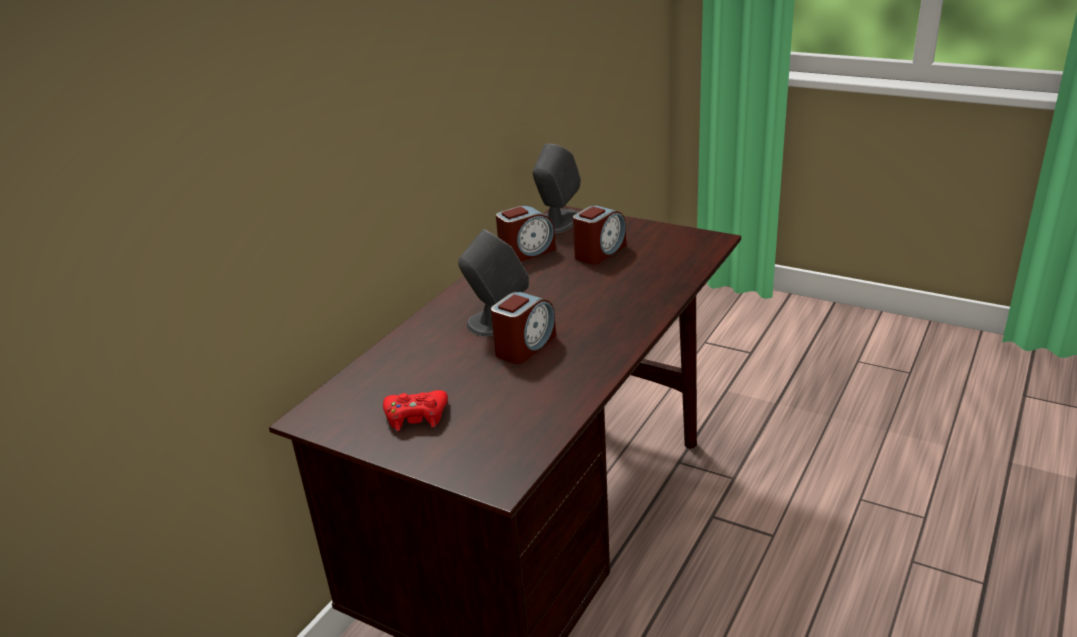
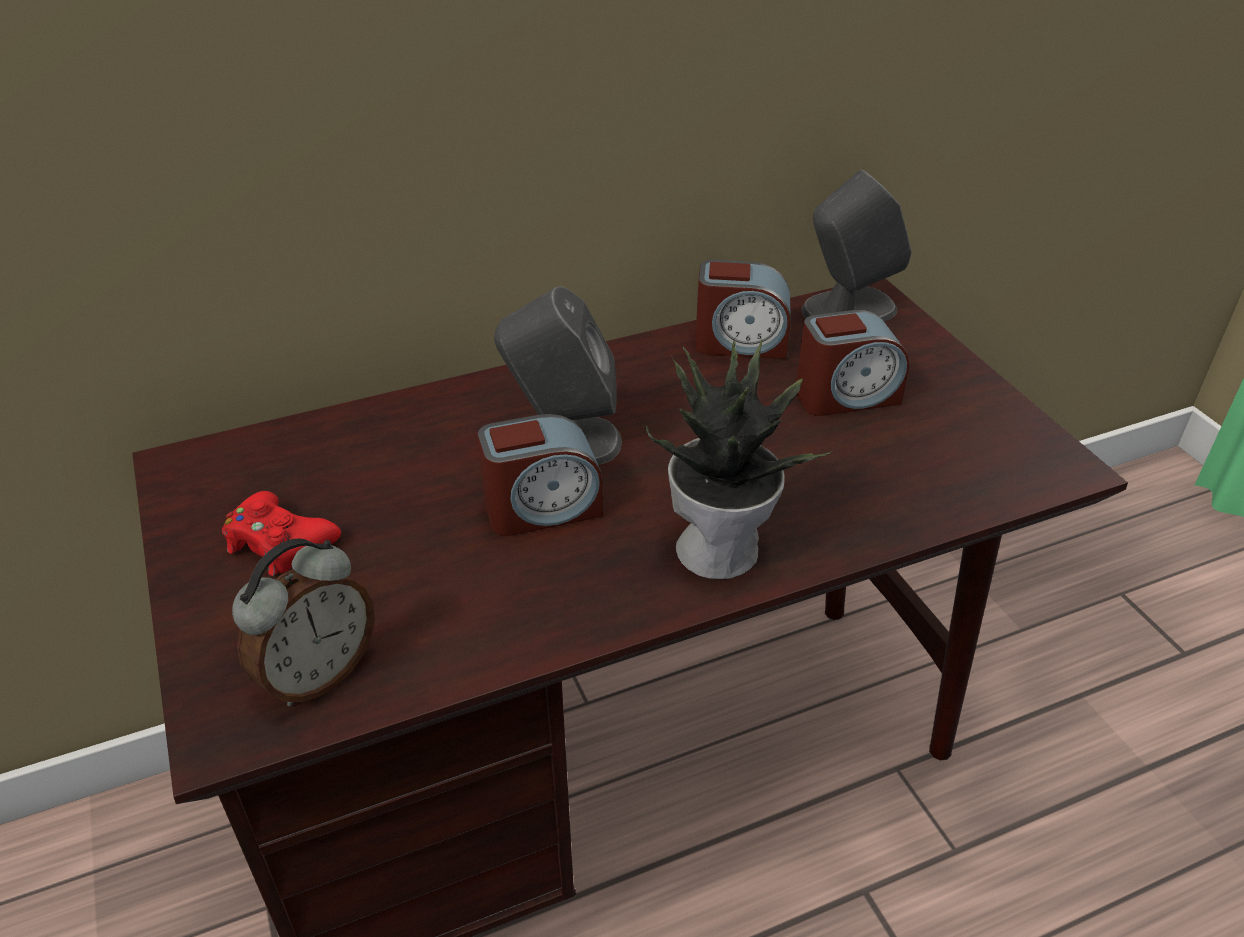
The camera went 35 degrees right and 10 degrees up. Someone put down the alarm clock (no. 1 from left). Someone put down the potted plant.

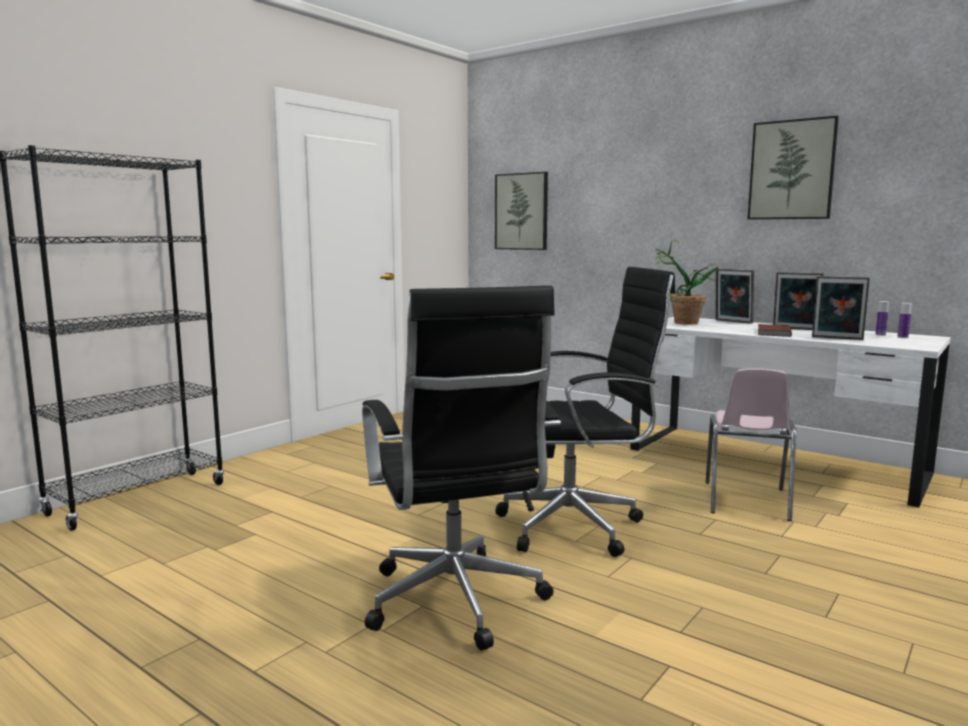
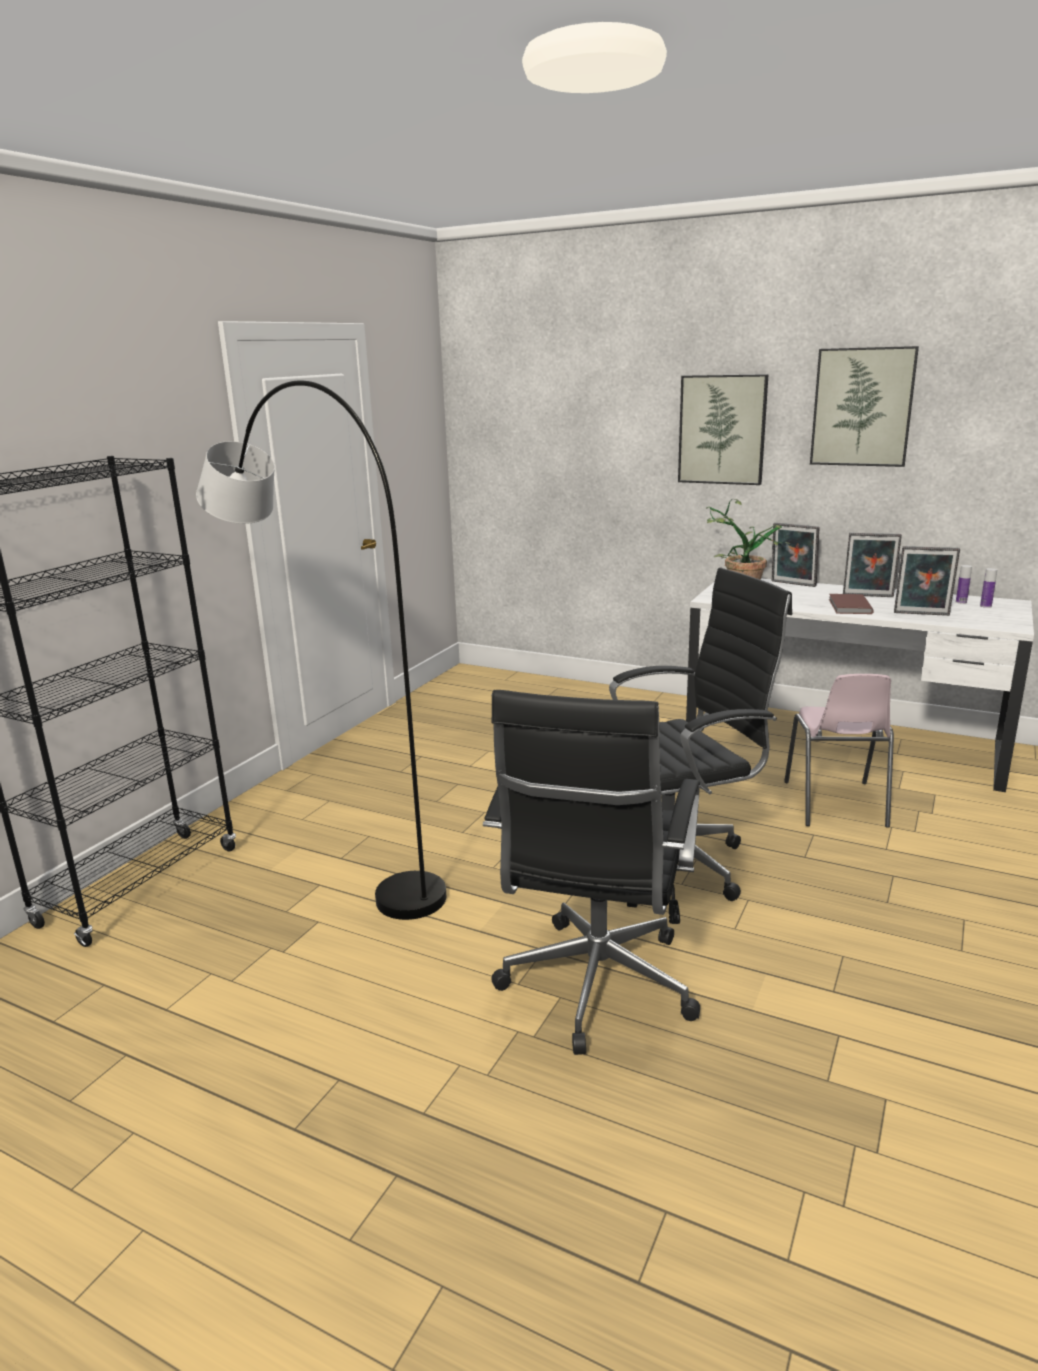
The camera went 10 degrees left and 10 degrees up. Someone put down the floor lamp in grey. Someone rotated the office chair in black (no. 1 from left) by 45 degrees clockwise. Someone carried the picture (no. 1 from left).

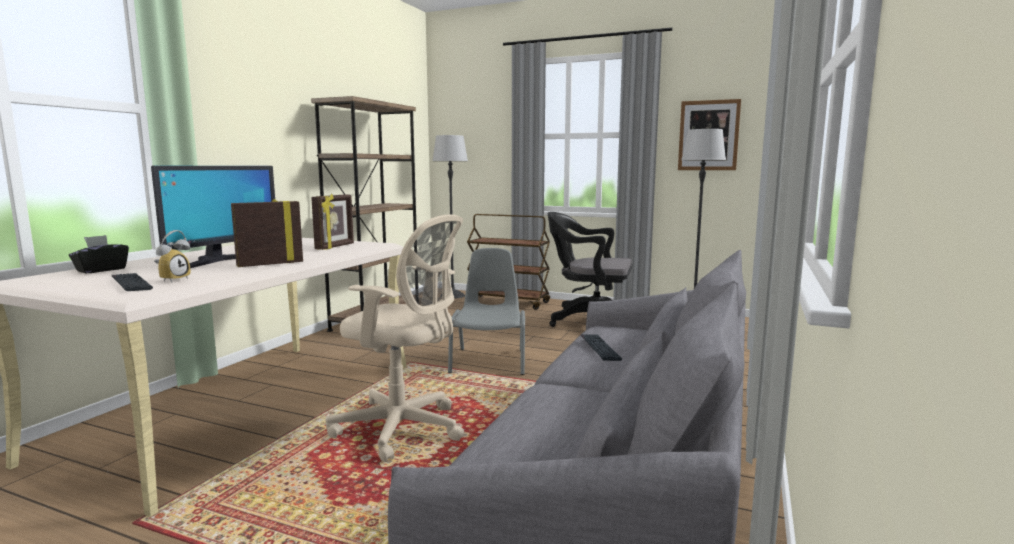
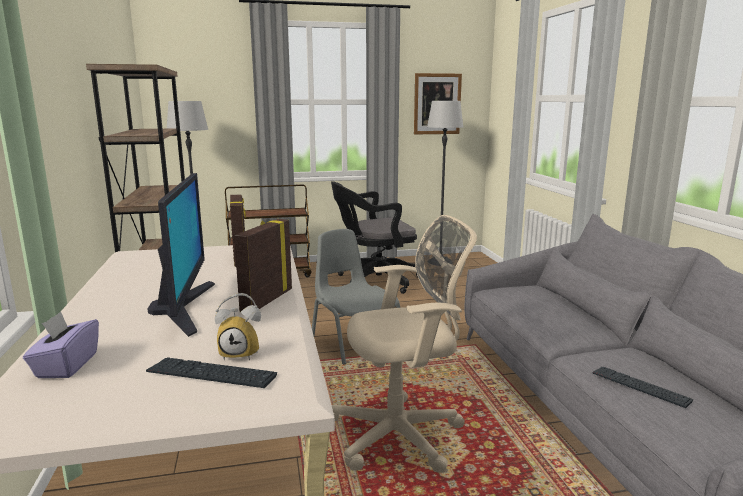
The camera went 35 degrees left and 5 degrees up. Someone repainted the tissue box in black, which became the tissue box in purple. Someone rotated the alarm clock by 105 degrees clockwise. Someone carried the keyboard (no. 2 from left).

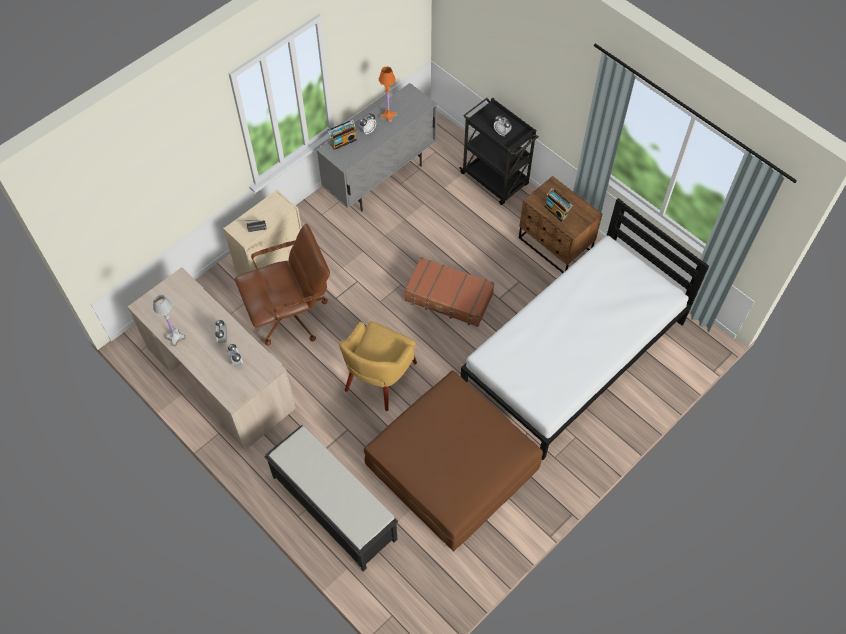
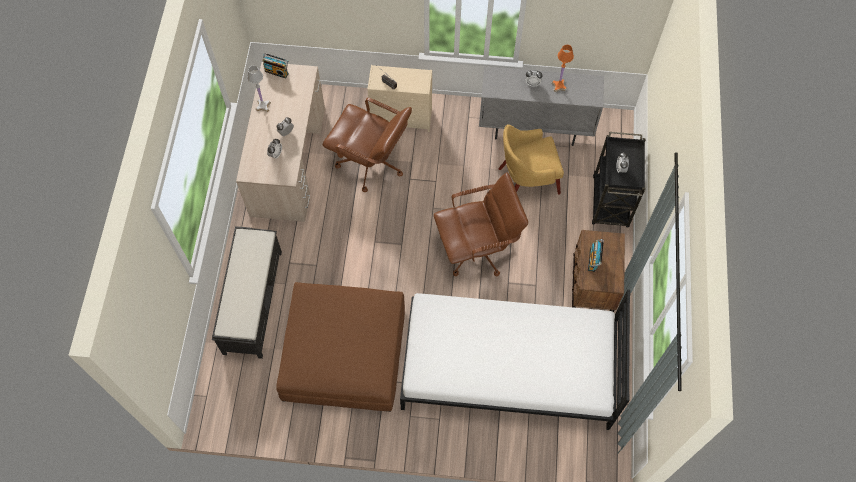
The camera went 50 degrees right and 5 degrees up. Someone carried the radio (no. 2 from left in the first image). Someone swapped the suitcase in brown for the office chair in brown (no. 2 from left). Someone carried the armchair in yellow.

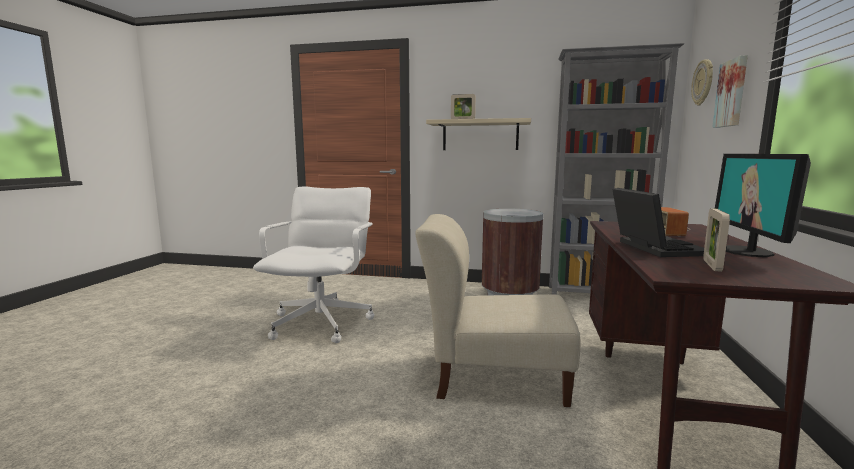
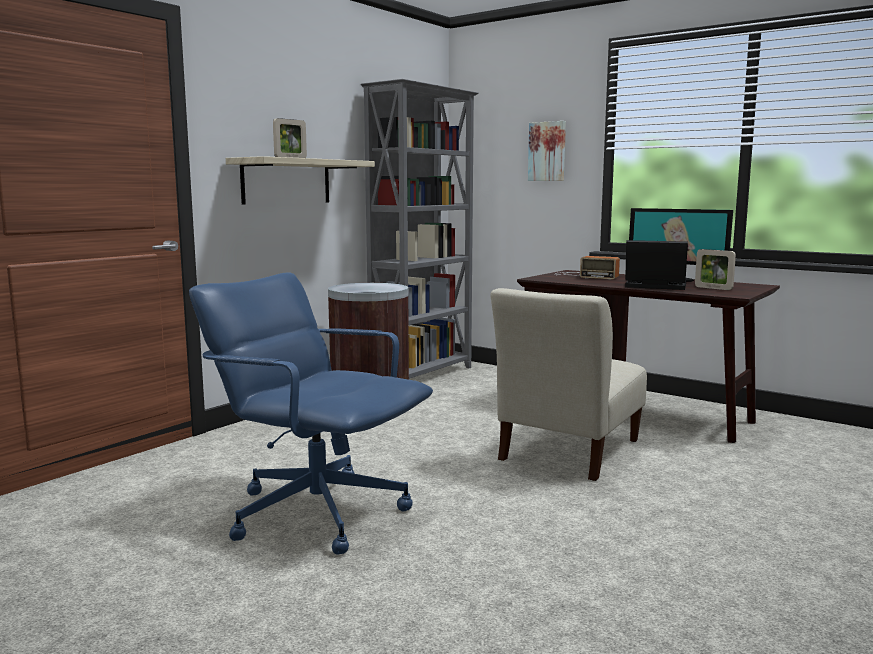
The camera went 65 degrees left and 0 degrees up. Someone repainted the office chair in white, which became the office chair in blue. Someone took away the wall clock.

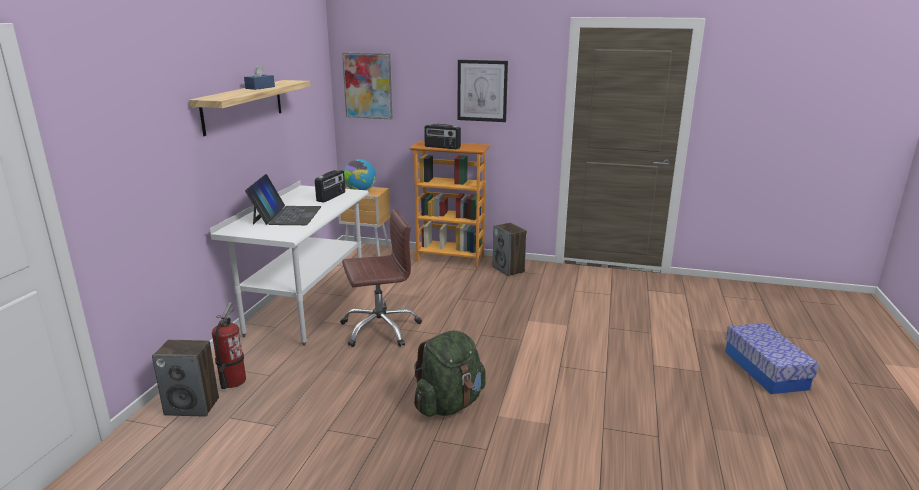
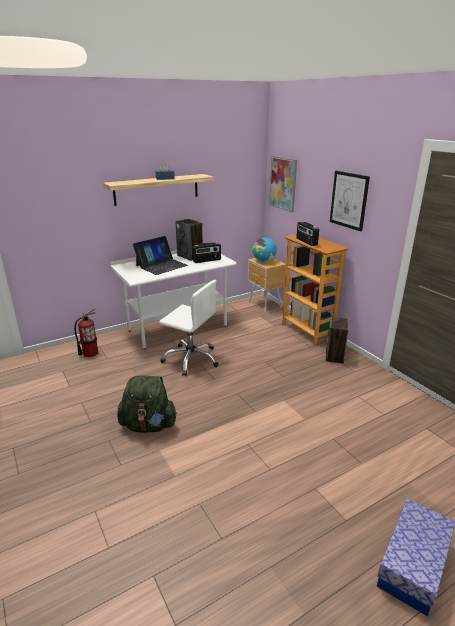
The camera went 45 degrees right and 5 degrees up. Someone repainted the office chair in brown, which became the office chair in white. Someone carried the speaker (no. 1 from left).

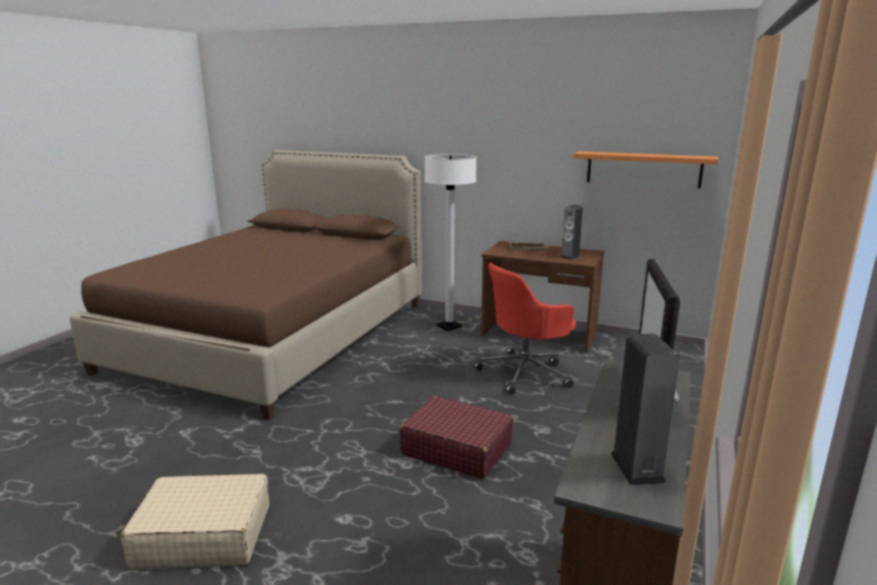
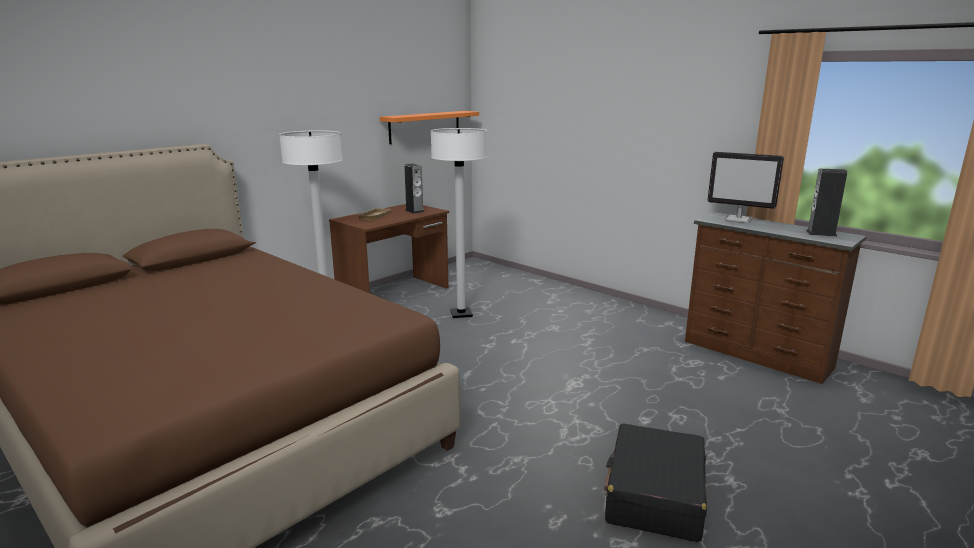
The camera went 70 degrees left and 0 degrees up. Someone swapped the office chair in red for the floor lamp in white (no. 2 from left). Someone repainted the suitcase in beige, which became the suitcase in black. Someone took away the suitcase in red.

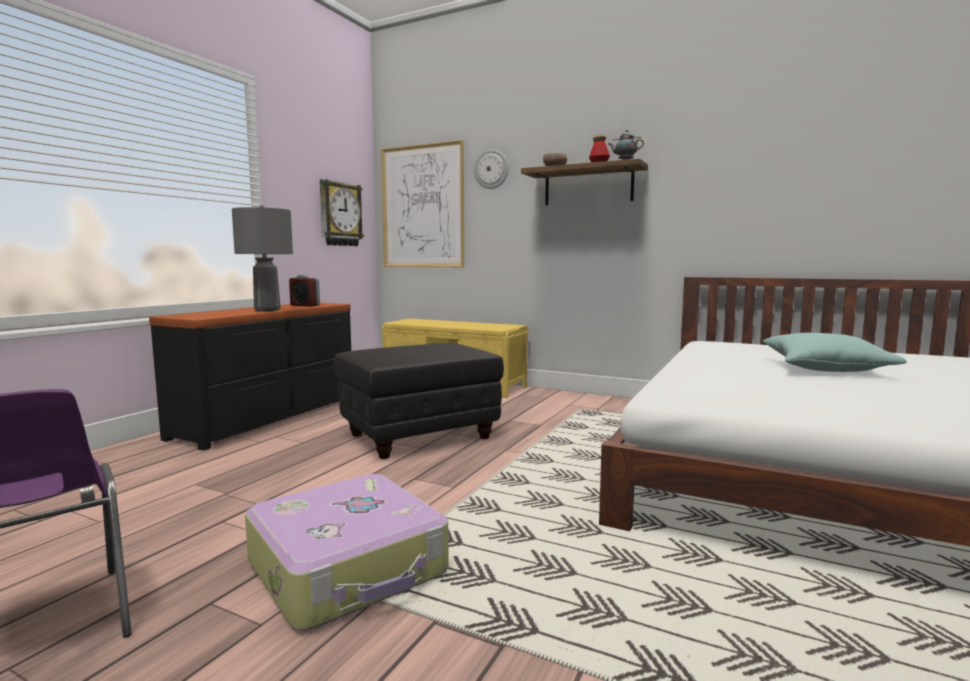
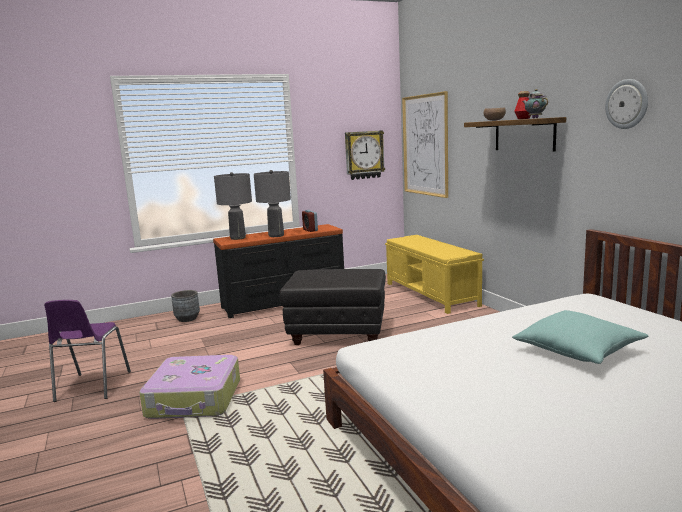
The camera went 40 degrees right and 5 degrees up. Someone put down the planter in grey. Someone put down the table lamp in grey (no. 1 from left). Someone carried the wall clock (no. 2 from left).

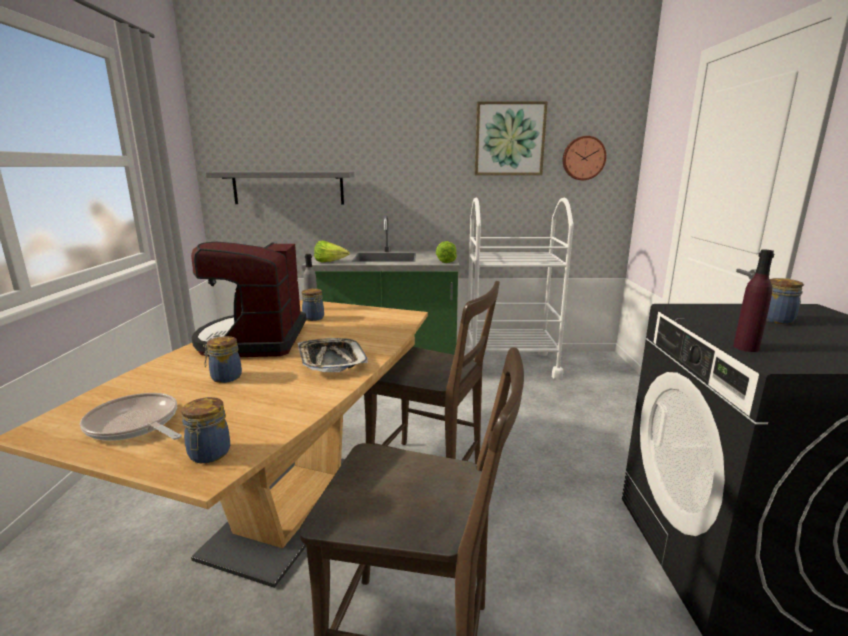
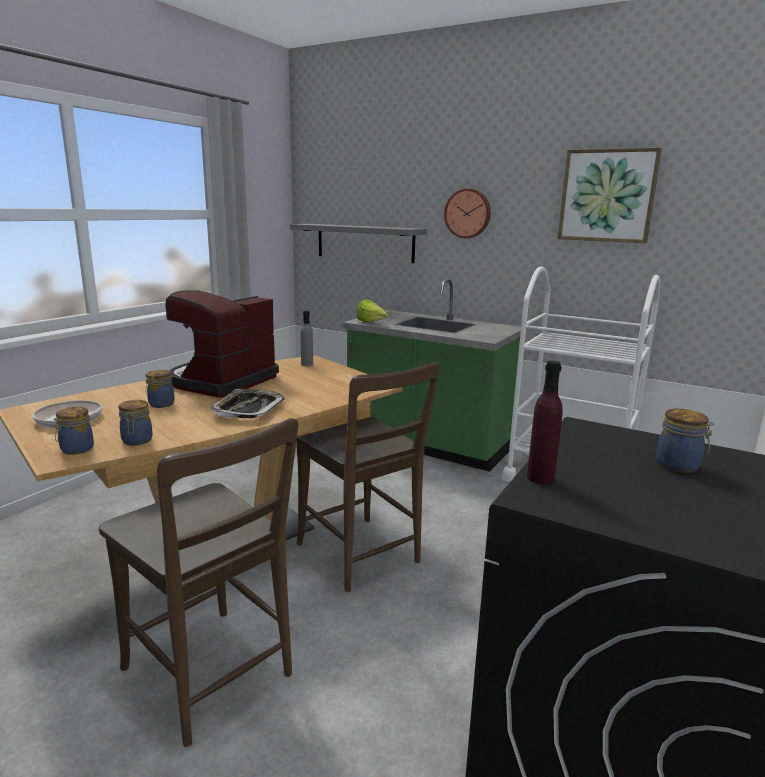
The camera went 30 degrees right and 0 degrees up. Someone carried the jar (no. 3 from left in the first image). Someone carried the wall clock. Someone took away the lettuce (no. 2 from left).

